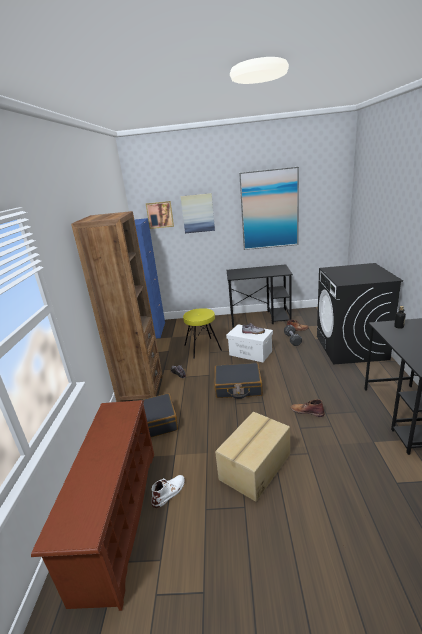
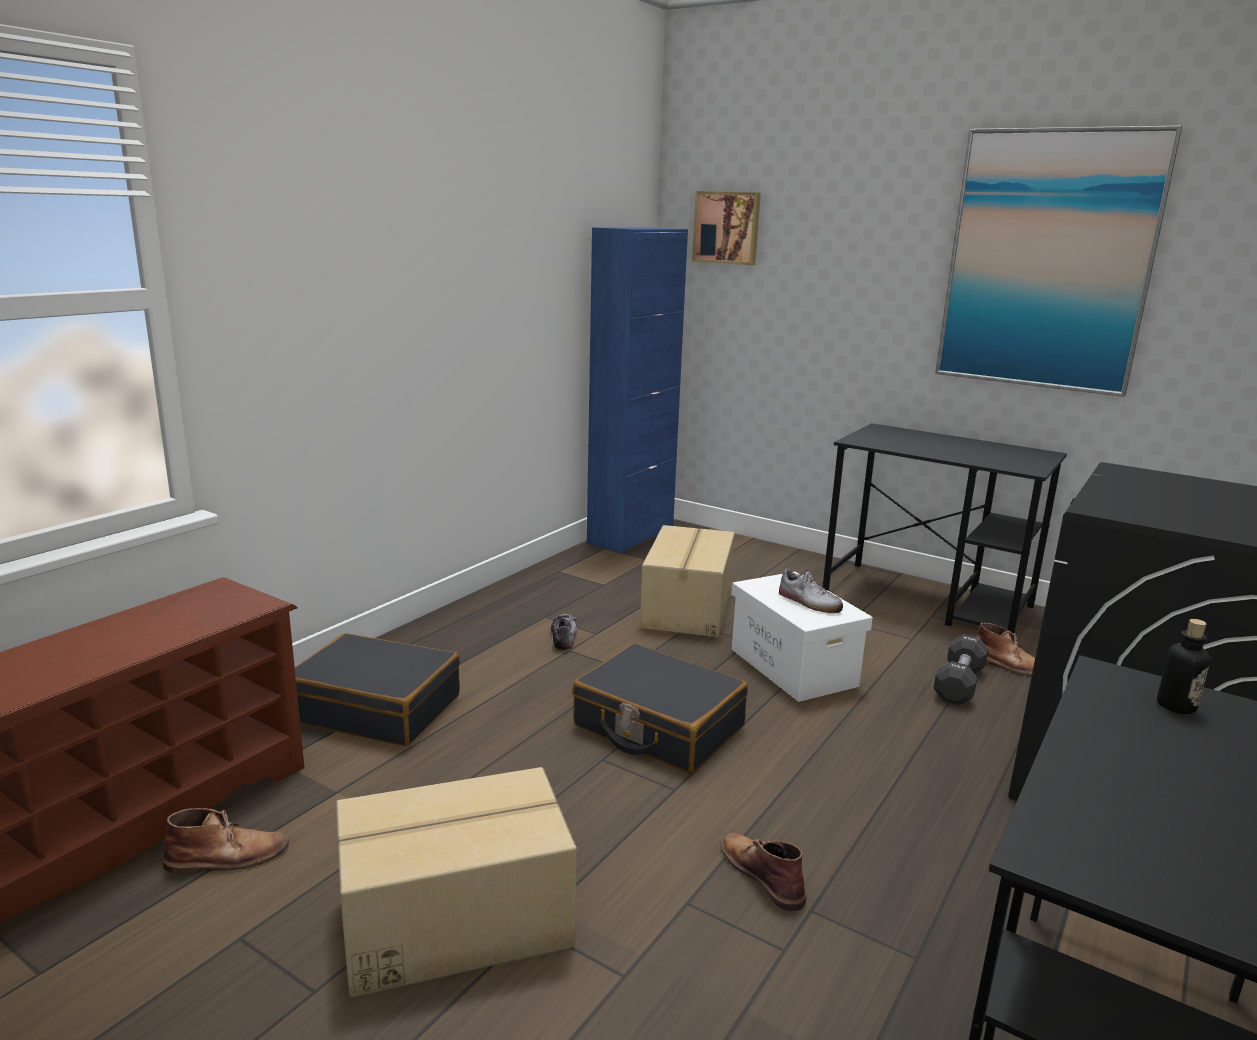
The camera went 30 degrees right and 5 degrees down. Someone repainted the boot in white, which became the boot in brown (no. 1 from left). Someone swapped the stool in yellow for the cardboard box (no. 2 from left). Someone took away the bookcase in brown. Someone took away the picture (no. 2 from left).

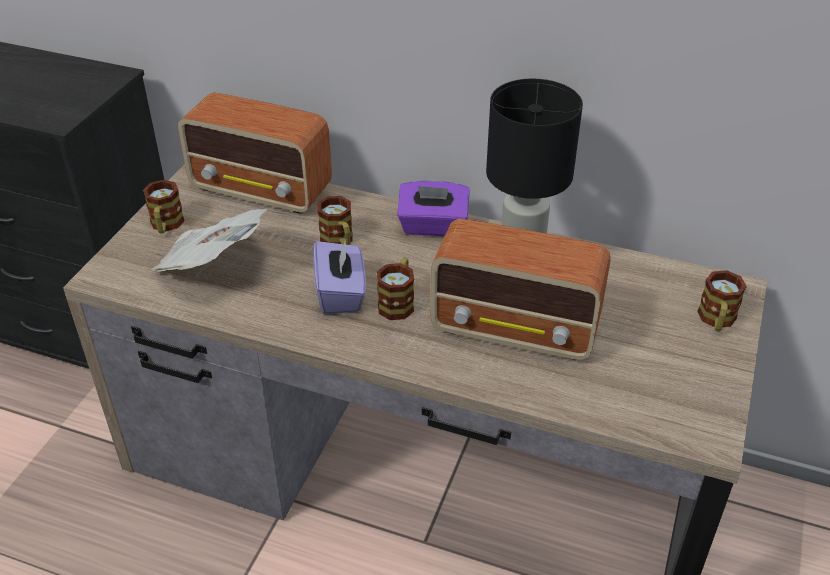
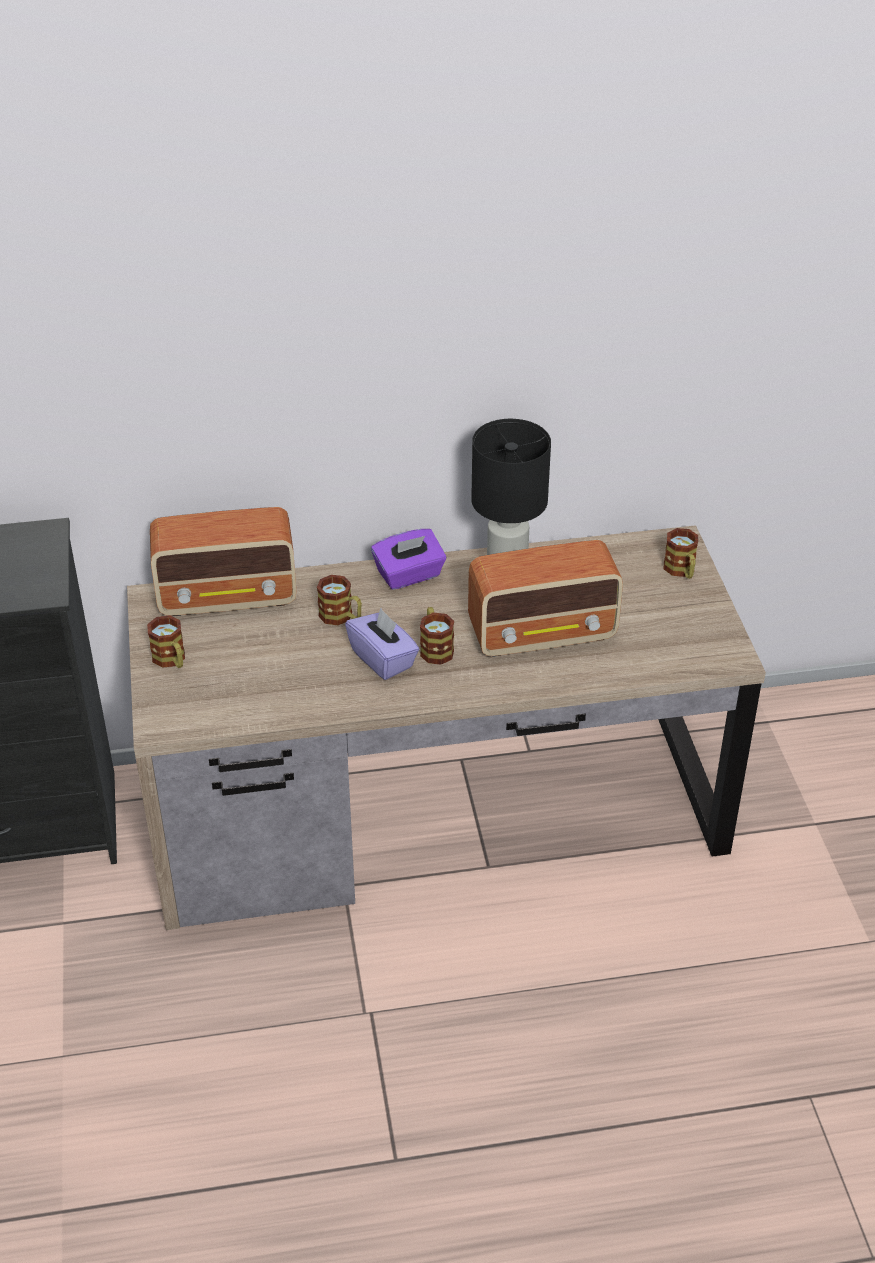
The camera went 30 degrees left and 0 degrees up. Someone took away the newspaper.

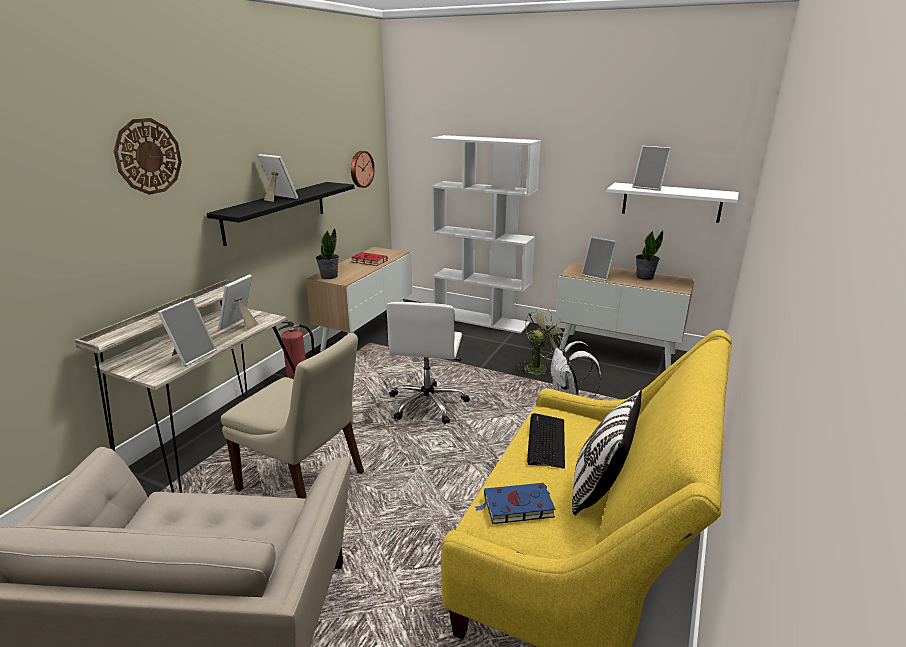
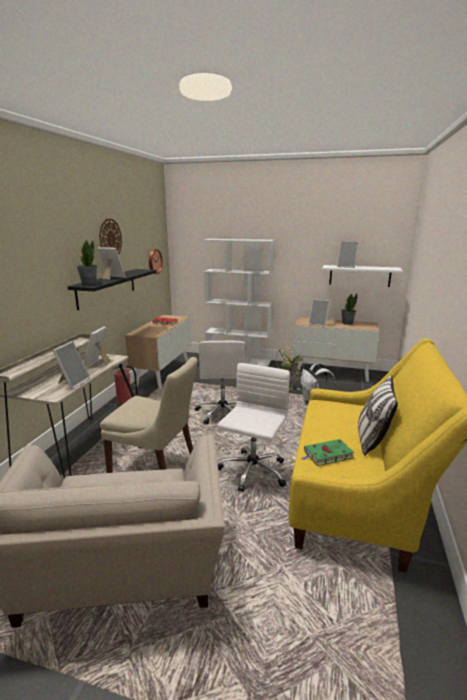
The camera went 10 degrees left and 5 degrees down. Someone carried the potted plant (no. 1 from left). Someone carried the wall clock (no. 1 from left). Someone put down the office chair in white (no. 2 from left). Someone repainted the book in blue, which became the book in green. Someone took away the keyboard.

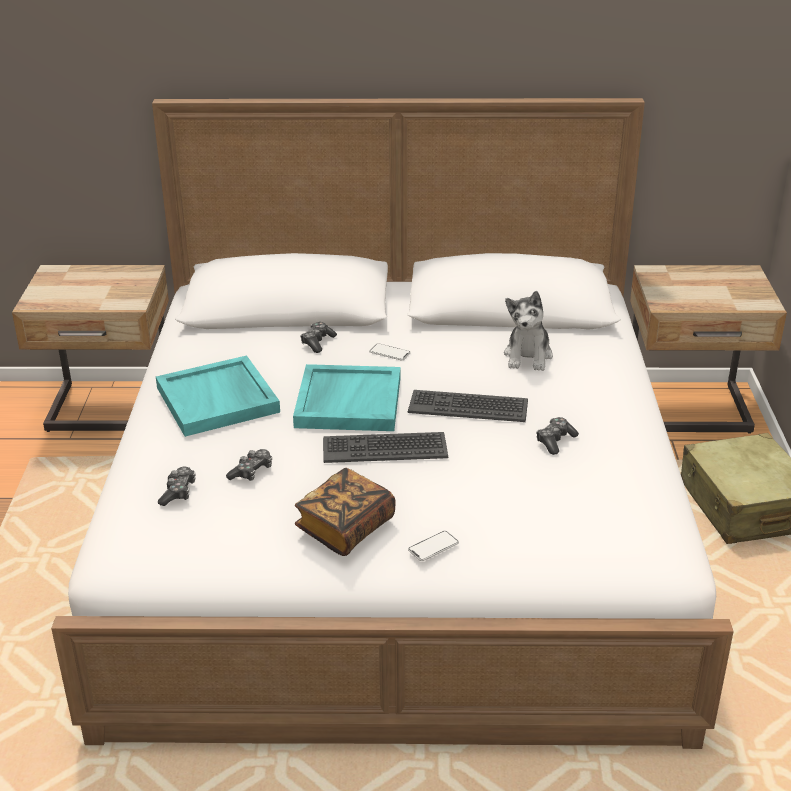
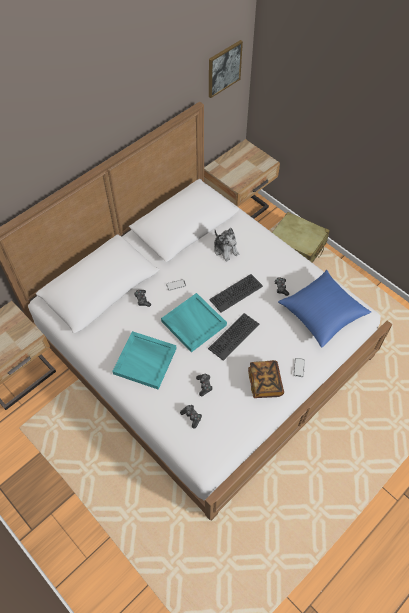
The camera went 45 degrees left and 25 degrees up. Someone put up the picture. Someone put down the pillow in blue.

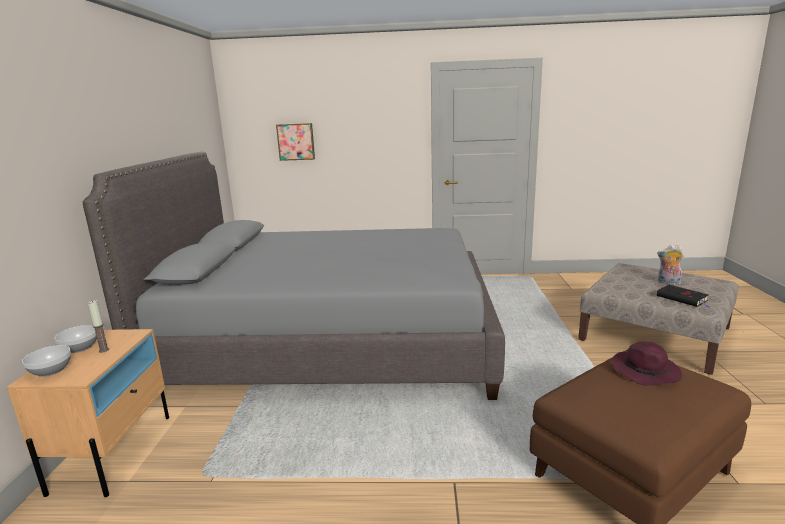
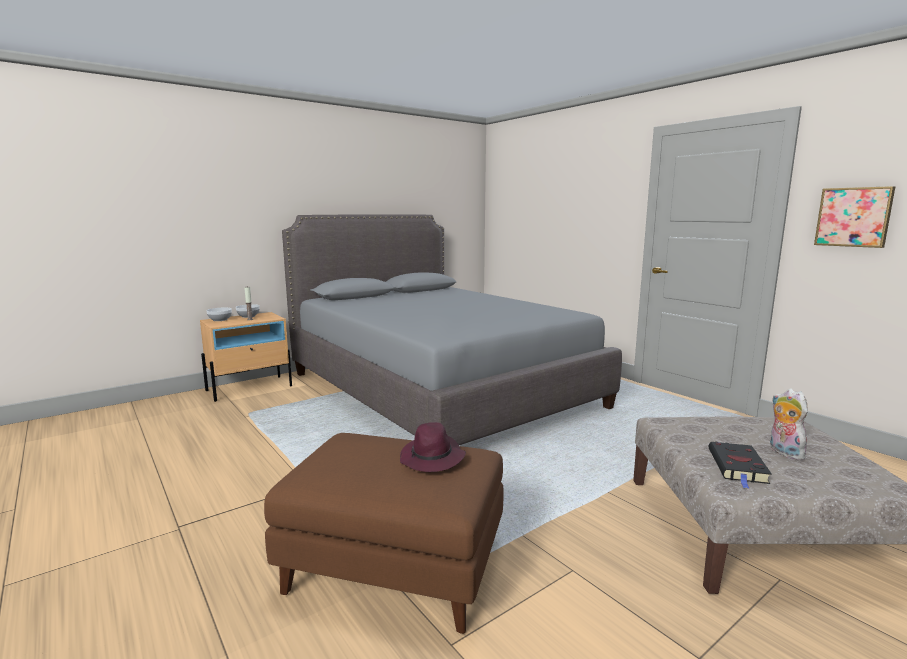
The camera went 50 degrees right and 5 degrees down. Someone carried the picture.

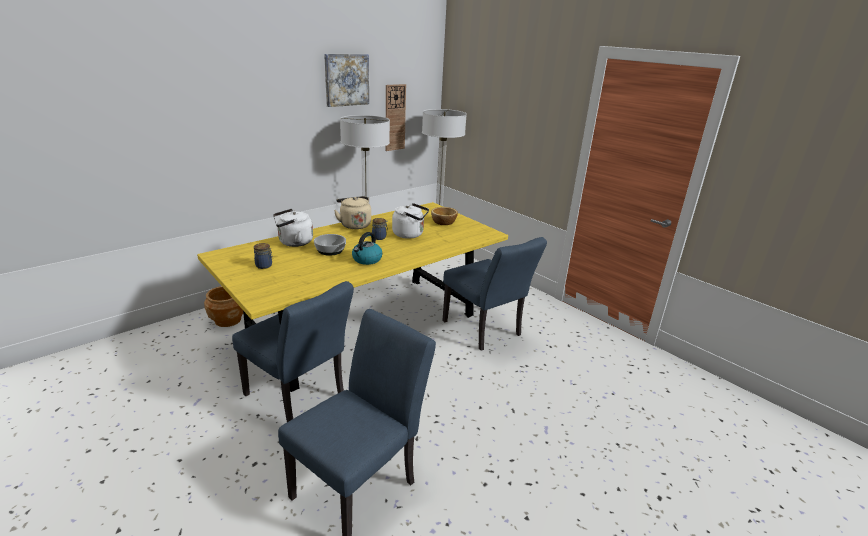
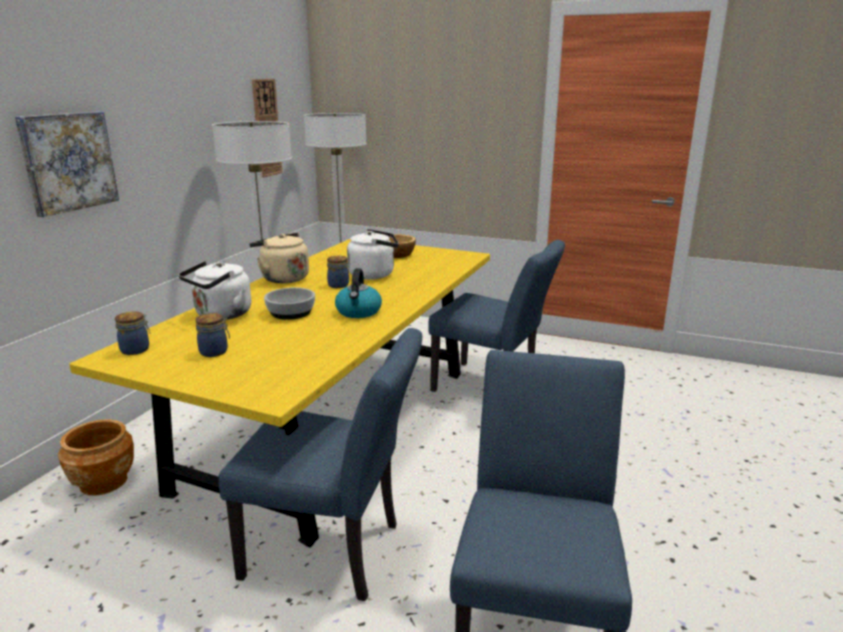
The camera went 25 degrees left and 5 degrees down. Someone carried the picture. Someone put down the jar (no. 1 from left).

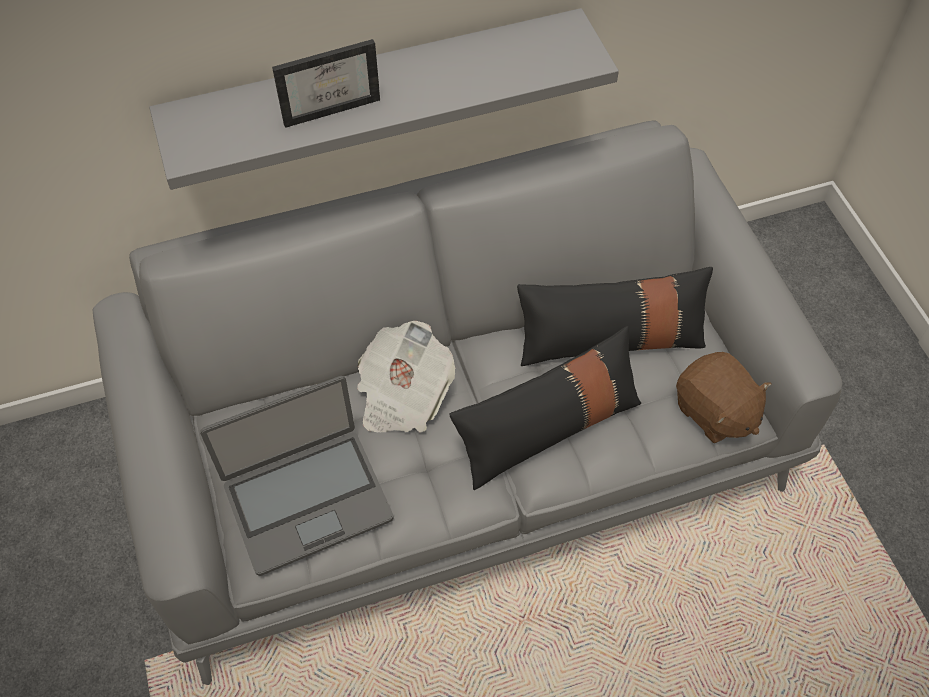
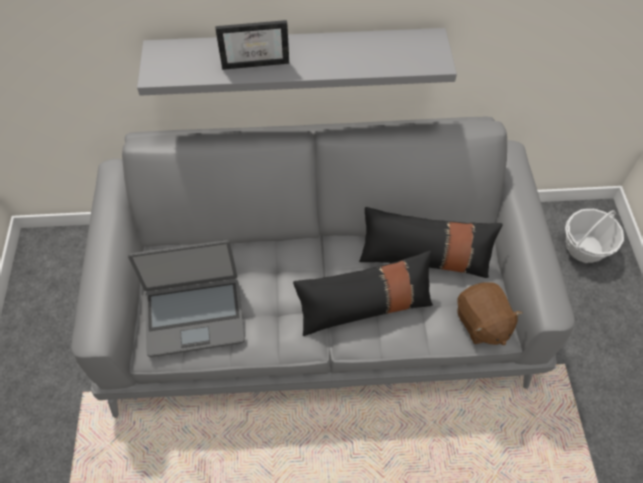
The camera went 15 degrees right and 0 degrees up. Someone put down the basket. Someone took away the newspaper.

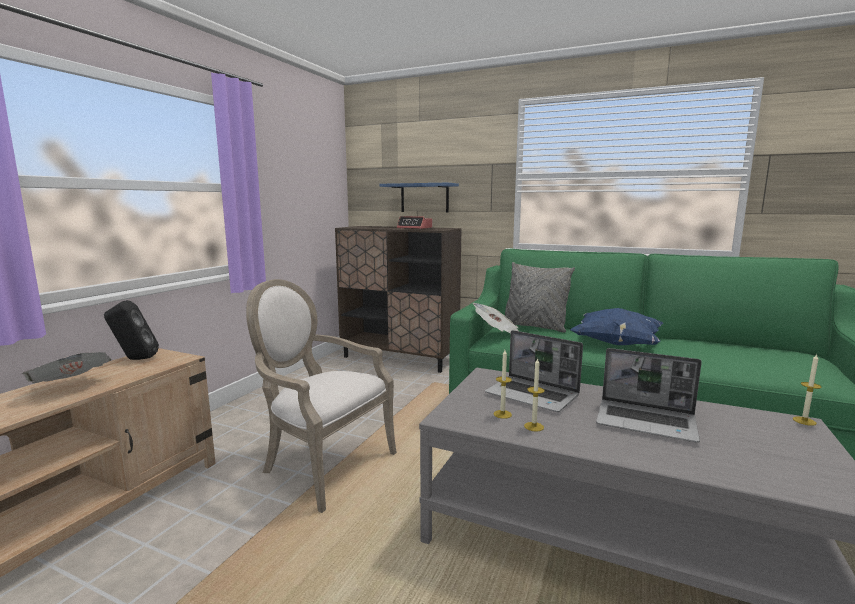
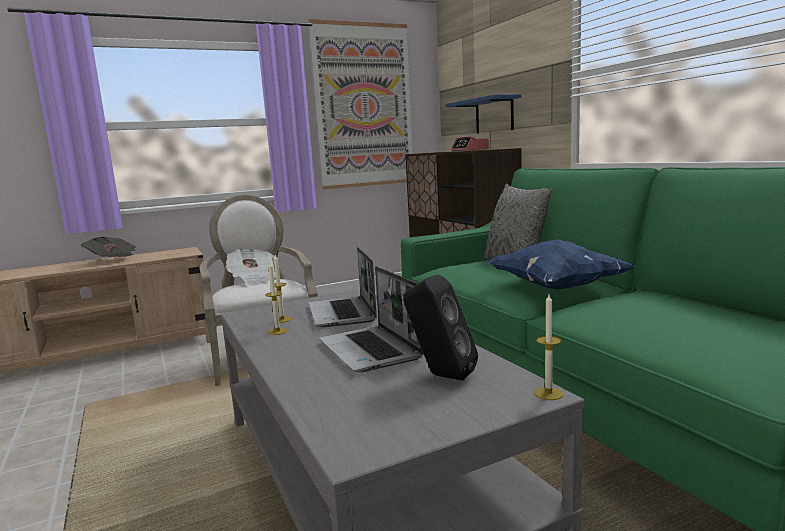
The camera went 40 degrees right and 0 degrees up. Someone carried the newspaper (no. 2 from left). Someone put up the picture. Someone carried the speaker in black.

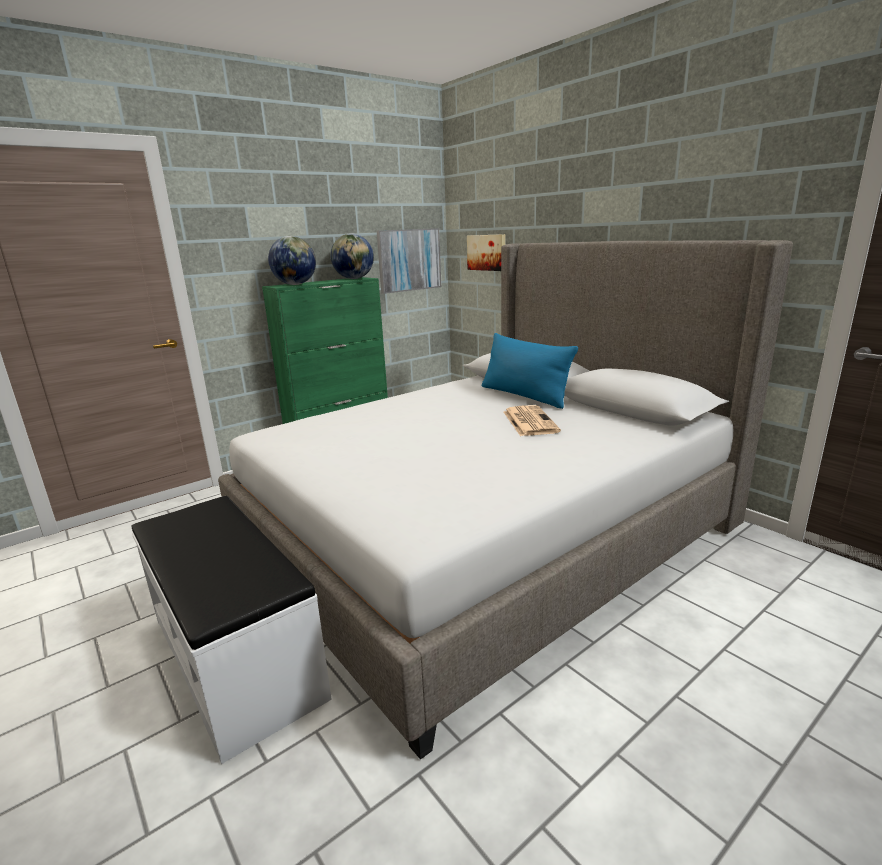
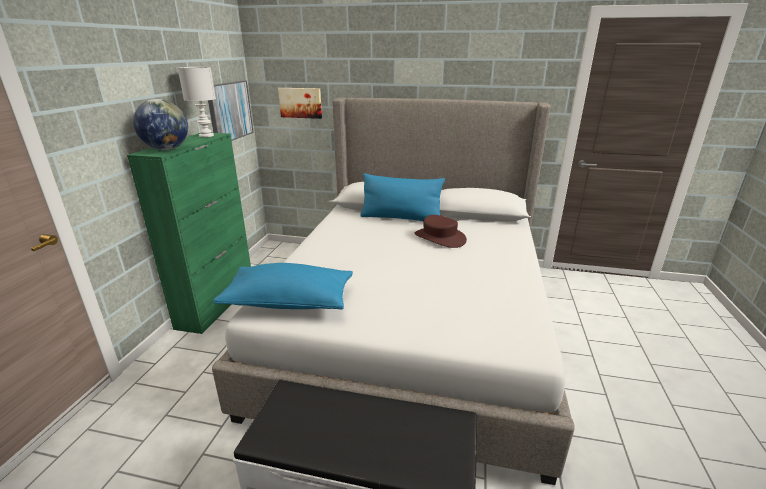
The camera went 40 degrees left and 5 degrees up. Someone swapped the globe (no. 2 from left) for the table lamp in white. Someone put down the pillow in blue (no. 1 from left). Someone swapped the newspaper for the hat in brown.

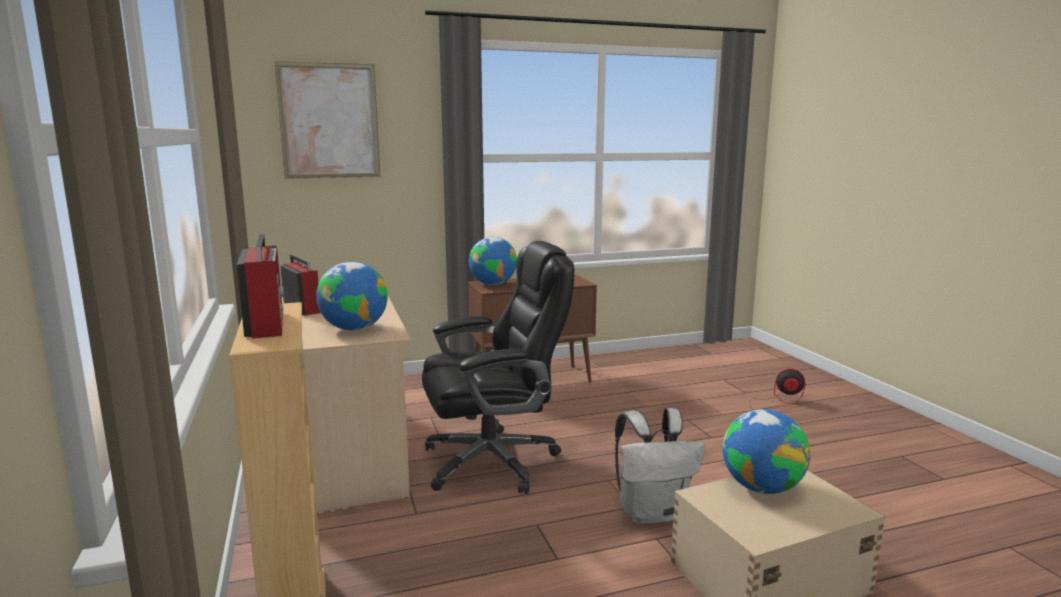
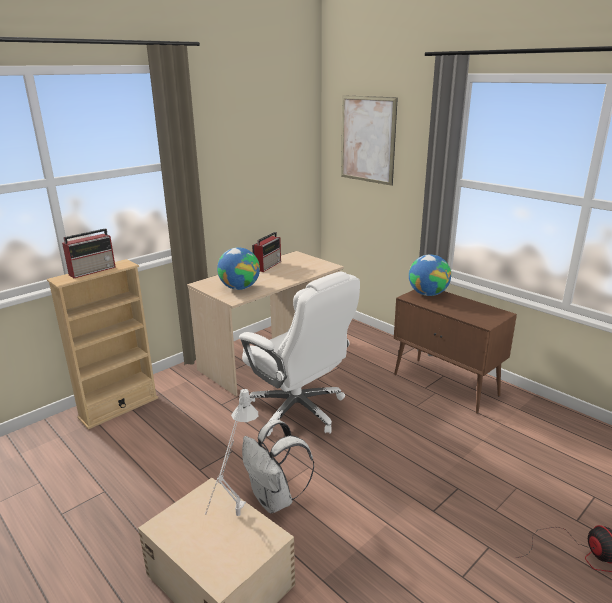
The camera went 65 degrees right and 10 degrees up. Someone swapped the globe (no. 3 from left) for the table lamp in grey. Someone repainted the office chair in black, which became the office chair in white.

